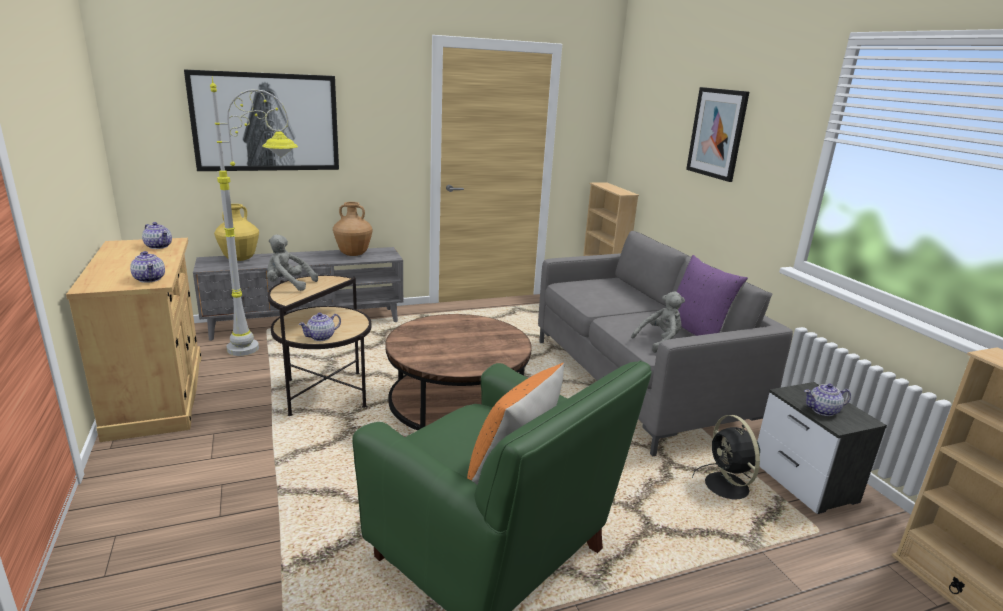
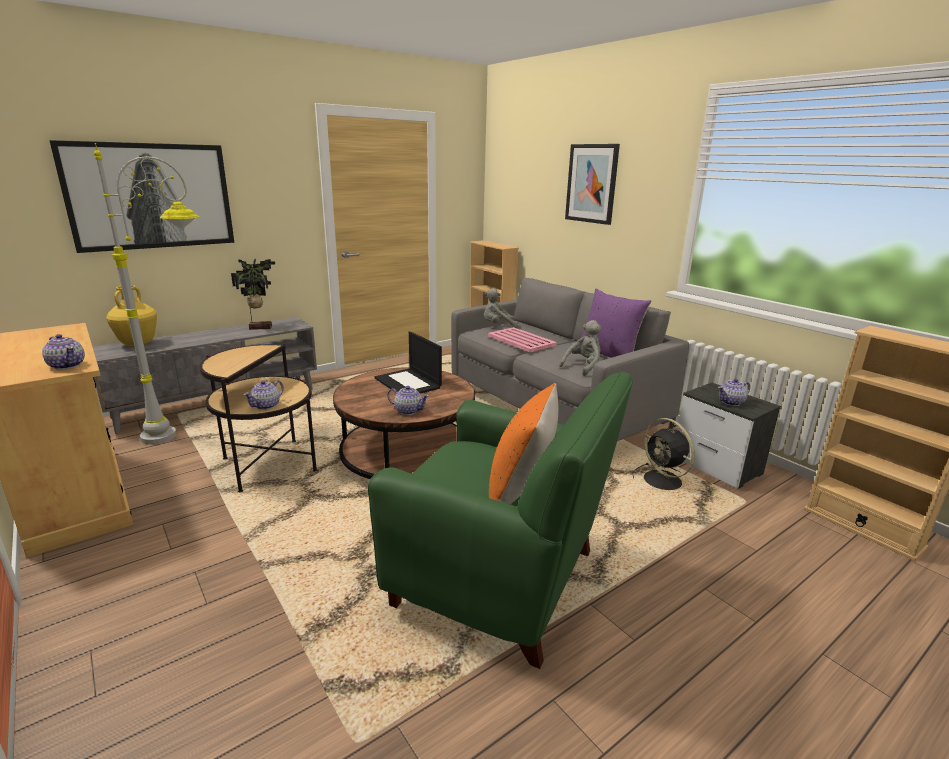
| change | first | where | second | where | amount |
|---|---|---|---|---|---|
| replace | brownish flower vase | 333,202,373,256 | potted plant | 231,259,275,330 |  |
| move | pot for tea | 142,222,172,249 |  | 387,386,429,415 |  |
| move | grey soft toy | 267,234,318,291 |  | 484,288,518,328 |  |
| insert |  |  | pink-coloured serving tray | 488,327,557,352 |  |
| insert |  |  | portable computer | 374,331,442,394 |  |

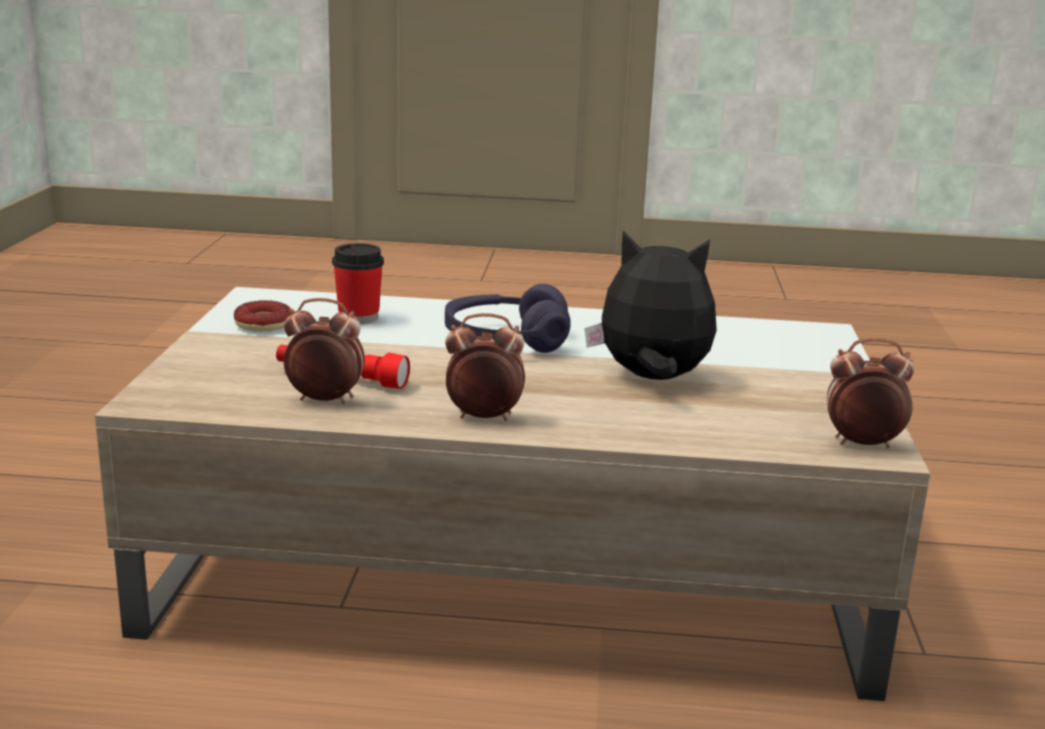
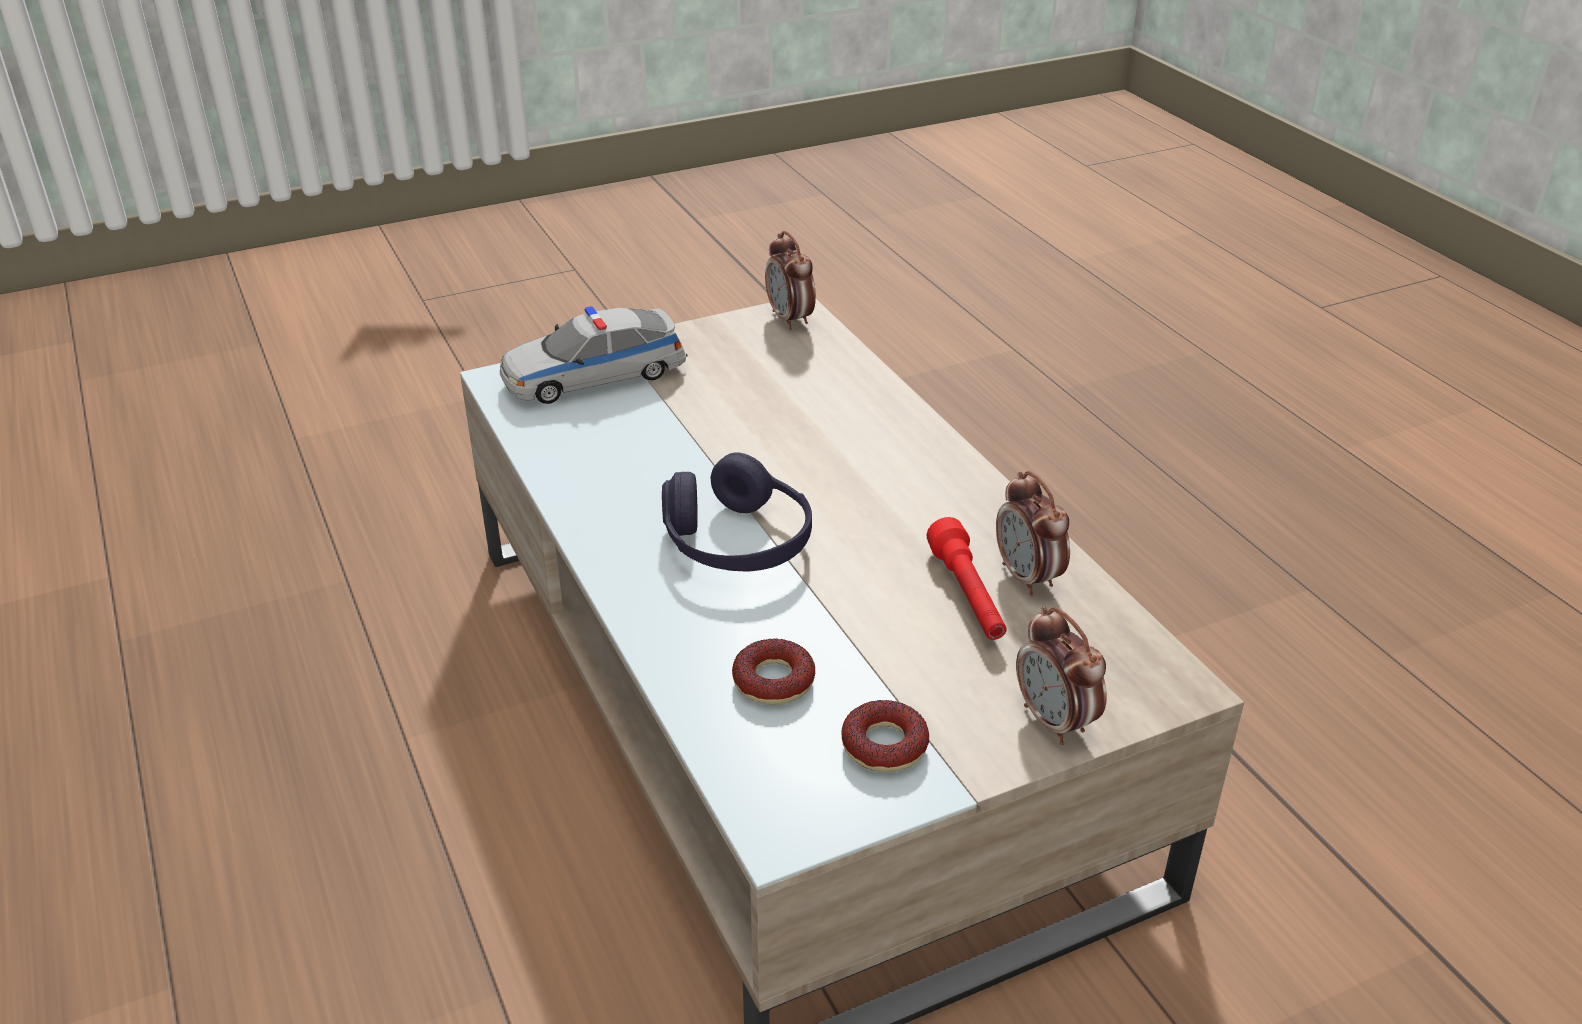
| change | first | where | second | where | amount |
|---|---|---|---|---|---|
| delete | soft toy | 584,230,717,380 |  |  |  |
| replace | small cup | 332,243,384,324 | ring doughnut | 732,639,815,705 |  |
| move | alarm clock | 445,313,525,421 |  | 1016,607,1107,745 |  |
| insert |  |  | miniature car | 500,307,688,404 |  |

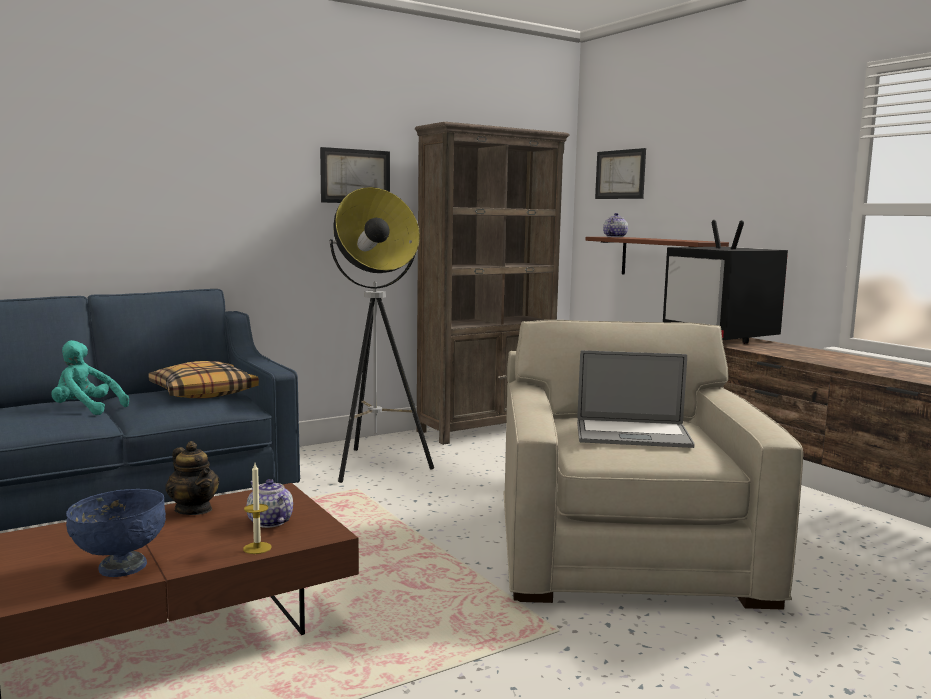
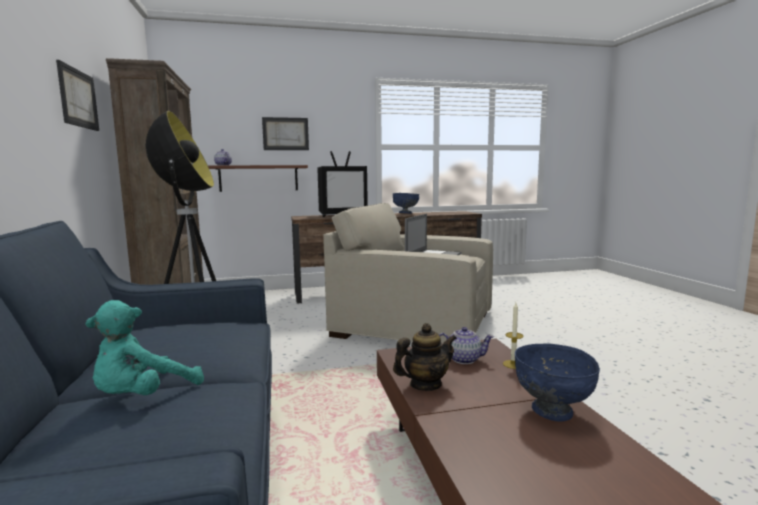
| change | first | where | second | where | amount |
|---|---|---|---|---|---|
| move | wall art | 595,148,646,199 |  | 262,117,309,150 |  |
| delete | cushion | 148,361,259,398 |  |  |  |
| rotate | pot for tea | 247,479,293,528 |  | 439,327,494,364 | 150 degrees counterclockwise |
| insert |  |  | blue serving bowl | 393,193,419,214 |  |

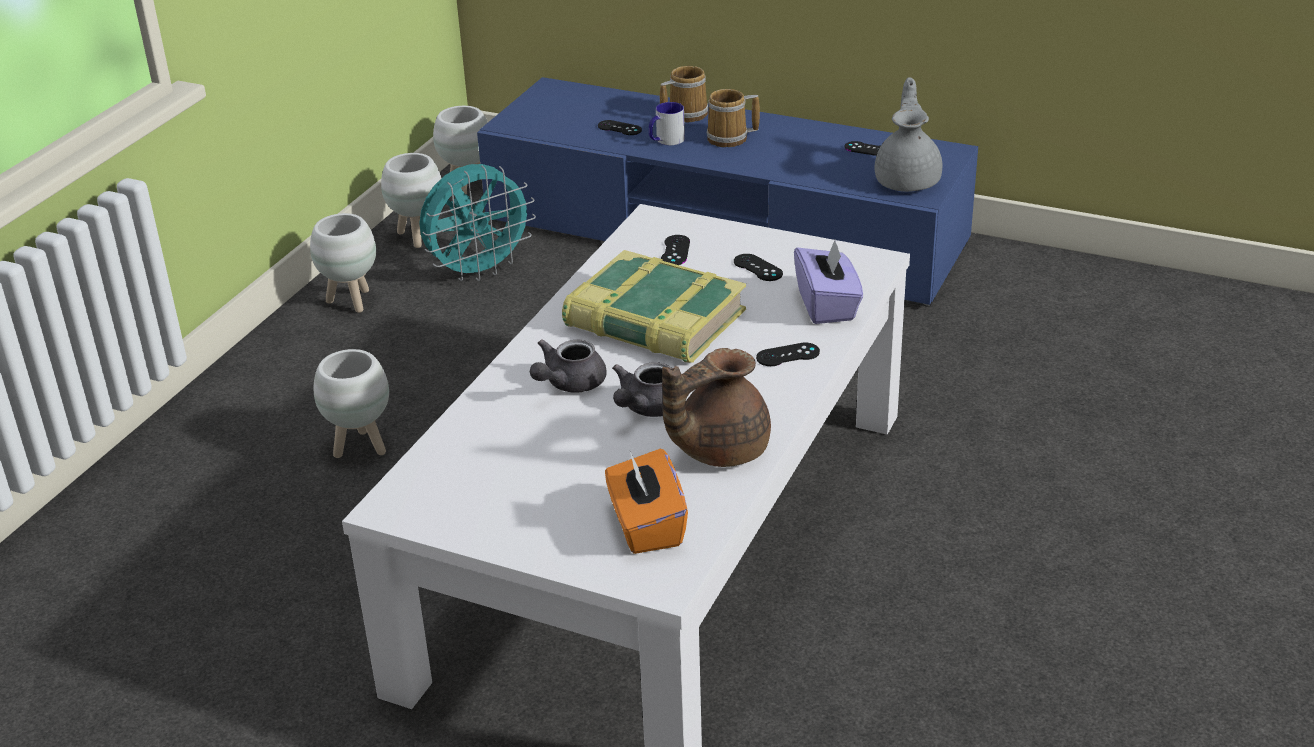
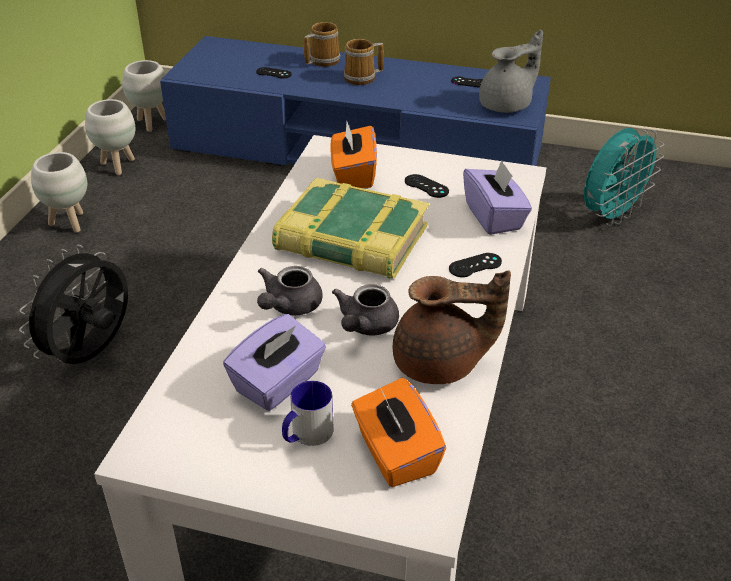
| change | first | where | second | where | amount |
|---|---|---|---|---|---|
| rotate | grey pot for tea | 875,77,942,192 |  | 479,29,543,113 | 60 degrees clockwise |
| move | tea mug | 649,102,685,145 |  | 282,381,334,446 |  |
| move | blue-green electric fan | 419,164,536,281 |  | 584,128,664,226 |  |
| replace | black gamepad | 661,235,690,265 | orange tissue holder | 330,121,377,188 |  |
| rotate | brownish pot for tea | 662,348,771,467 |  | 393,271,511,384 | 135 degrees counterclockwise |
| replace | white-coloured planter | 314,349,389,458 | black electric fan | 19,245,128,364 |  |
| insert |  |  | purple tissue holder | 223,314,326,411 |  |

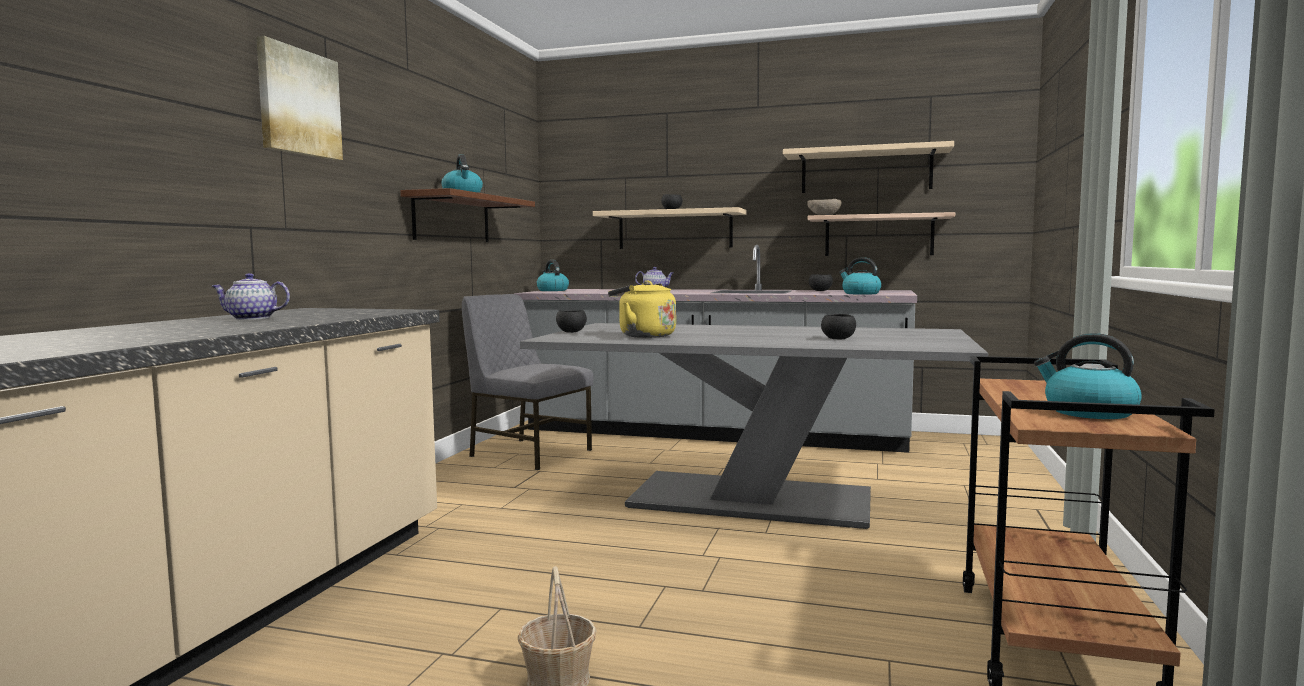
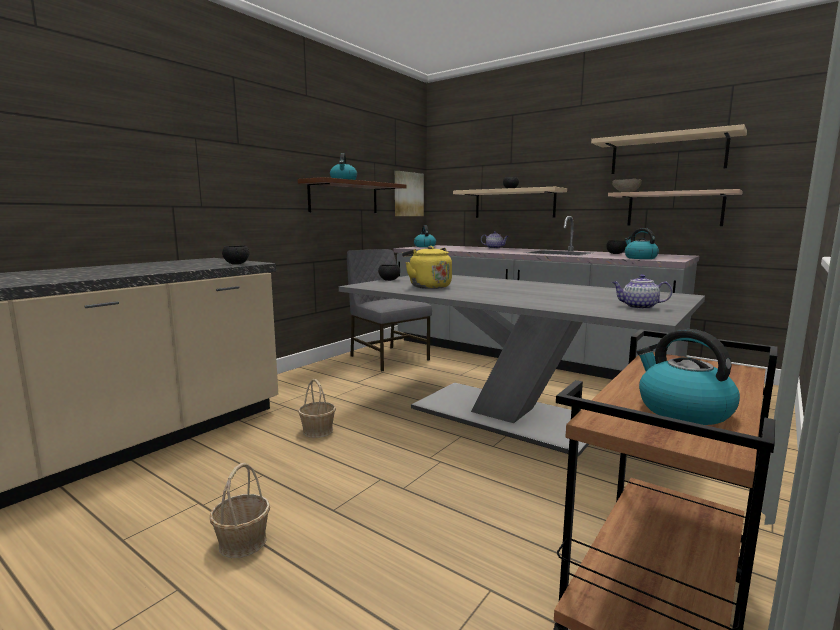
| change | first | where | second | where | amount |
|---|---|---|---|---|---|
| move | wall art | 256,36,343,160 |  | 395,171,424,216 |  |
| move | pot for tea | 212,273,290,320 |  | 612,274,672,309 |  |
| move | black serving bowl | 821,314,856,339 |  | 222,245,249,265 |  |
| insert |  |  | storage basket | 298,379,336,438 |  |

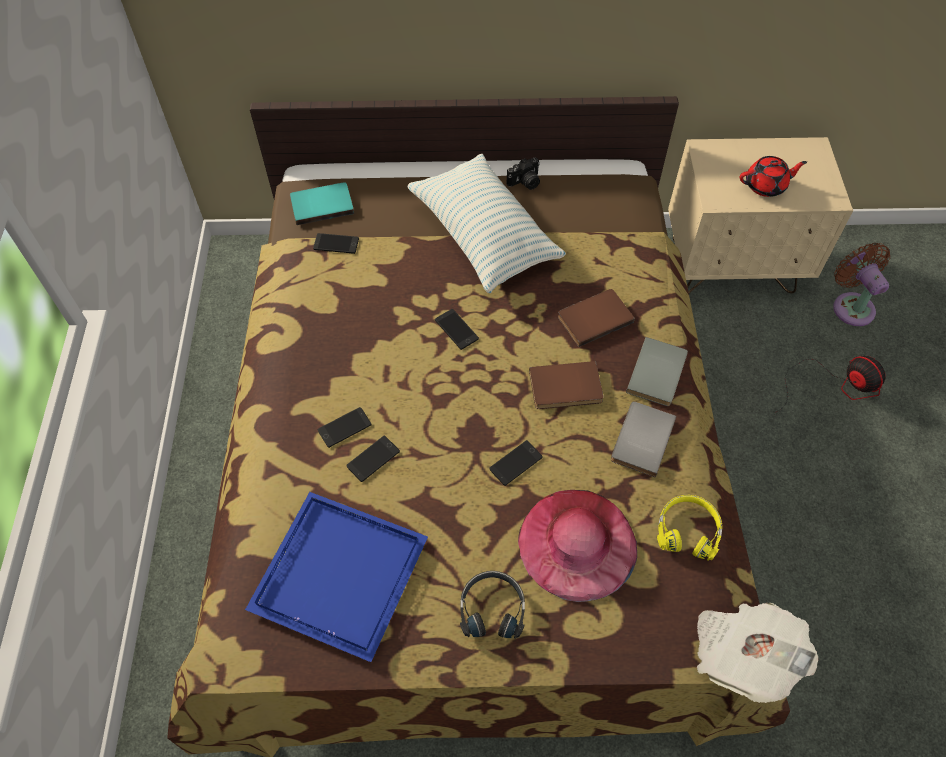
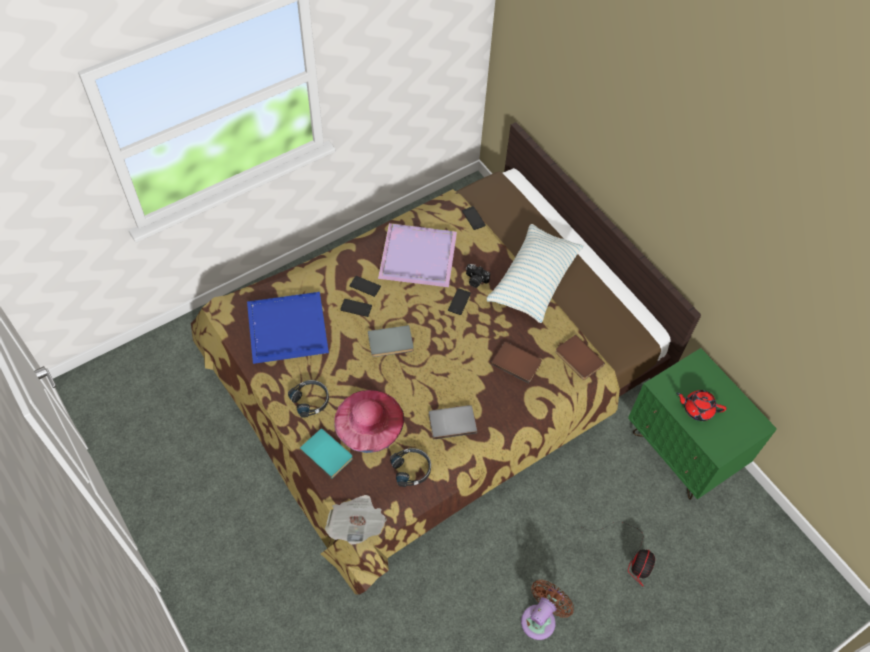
| change | first | where | second | where | amount |
|---|---|---|---|---|---|
| recolor | beige bedside table | 668,137,853,293 | green-coloured bedside table | 628,348,777,500 |  |
| rotate | reddish pot for tea | 740,156,807,197 |  | 676,390,726,421 | 150 degrees clockwise |
| move | photo camera | 507,158,540,190 |  | 466,264,490,288 |  |
| move | blue-green book | 290,182,354,225 |  | 300,429,353,479 |  |
| move | brownish electric fan | 833,243,890,326 |  | 521,580,574,640 |  |
| move | grey book | 626,337,688,406 |  | 368,325,414,357 |  |
| move | brownish book | 529,361,604,409 |  | 556,335,605,380 |  |
| delete | handset | 489,440,543,486 |  |  |  |
| recolor | yellow-coloured pair of headphones | 657,495,722,561 | black pair of headphones | 390,448,431,487 |  |
| insert |  |  | purple serving tray | 378,223,457,287 |  |

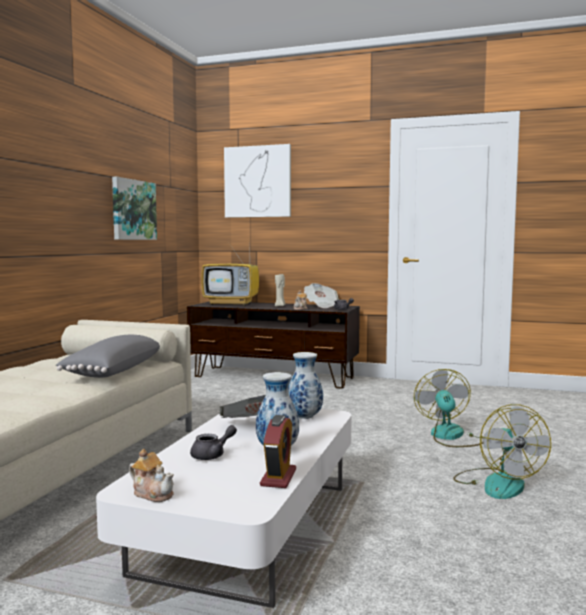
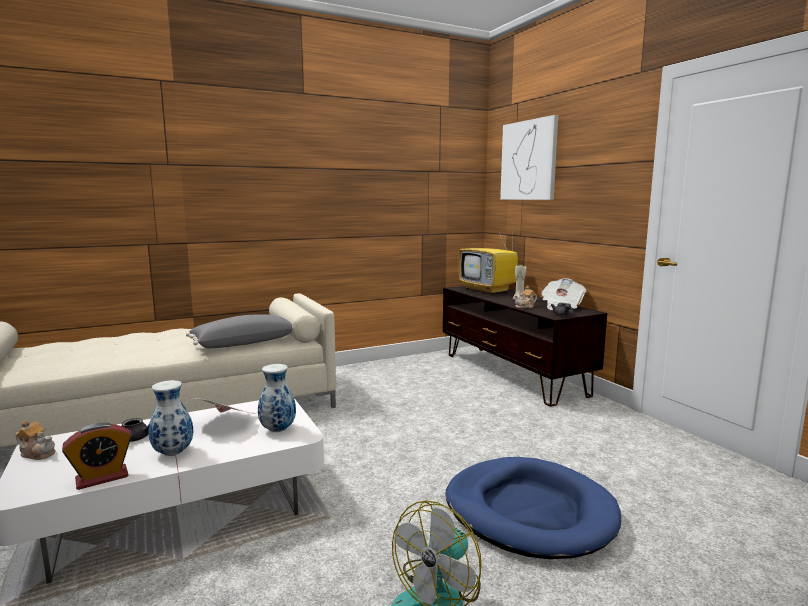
| change | first | where | second | where | amount |
|---|---|---|---|---|---|
| delete | wall art | 112,177,157,240 |  |  |  |
| replace | electric fan | 414,369,483,447 | blue dog cushion | 445,457,621,559 |  |
| rotate | pot for tea | 129,449,174,502 |  | 16,420,56,460 | 60 degrees counterclockwise |

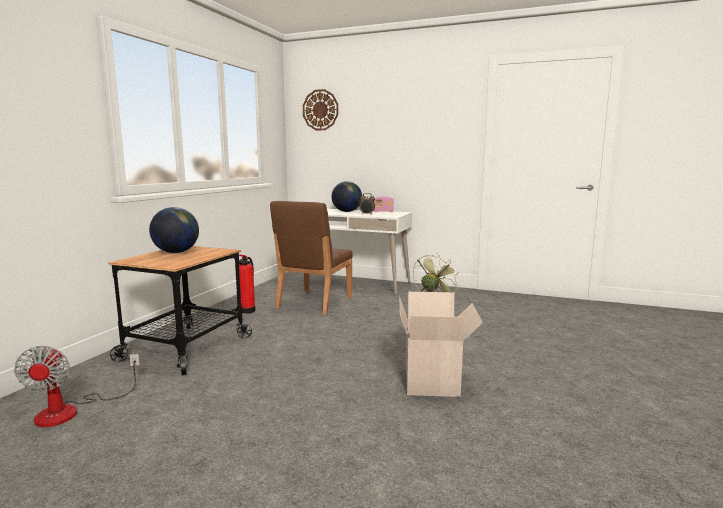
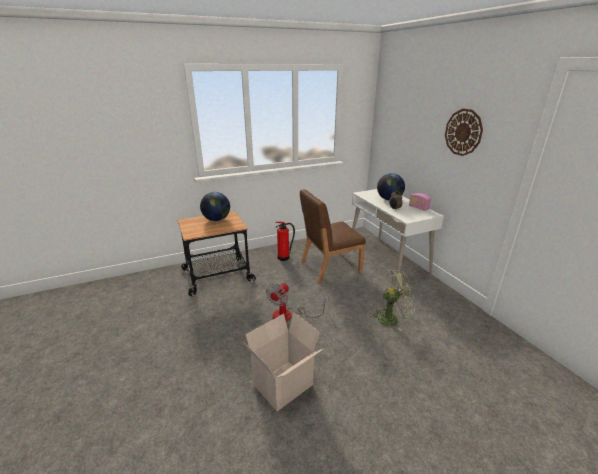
| change | first | where | second | where | amount |
|---|---|---|---|---|---|
| move | wall clock | 303,89,338,130 |  | 445,109,483,156 |  |
| move | electric fan | 14,346,140,427 |  | 266,283,328,322 |  |

